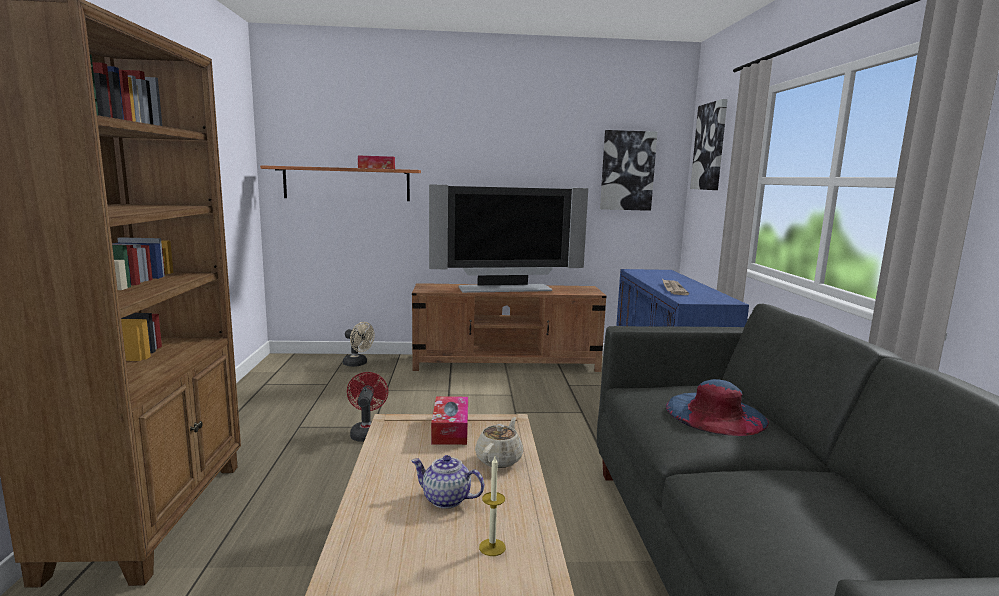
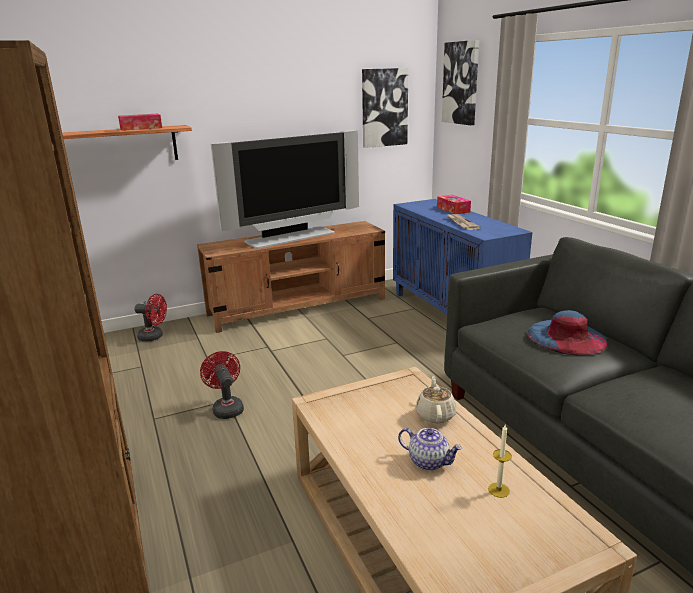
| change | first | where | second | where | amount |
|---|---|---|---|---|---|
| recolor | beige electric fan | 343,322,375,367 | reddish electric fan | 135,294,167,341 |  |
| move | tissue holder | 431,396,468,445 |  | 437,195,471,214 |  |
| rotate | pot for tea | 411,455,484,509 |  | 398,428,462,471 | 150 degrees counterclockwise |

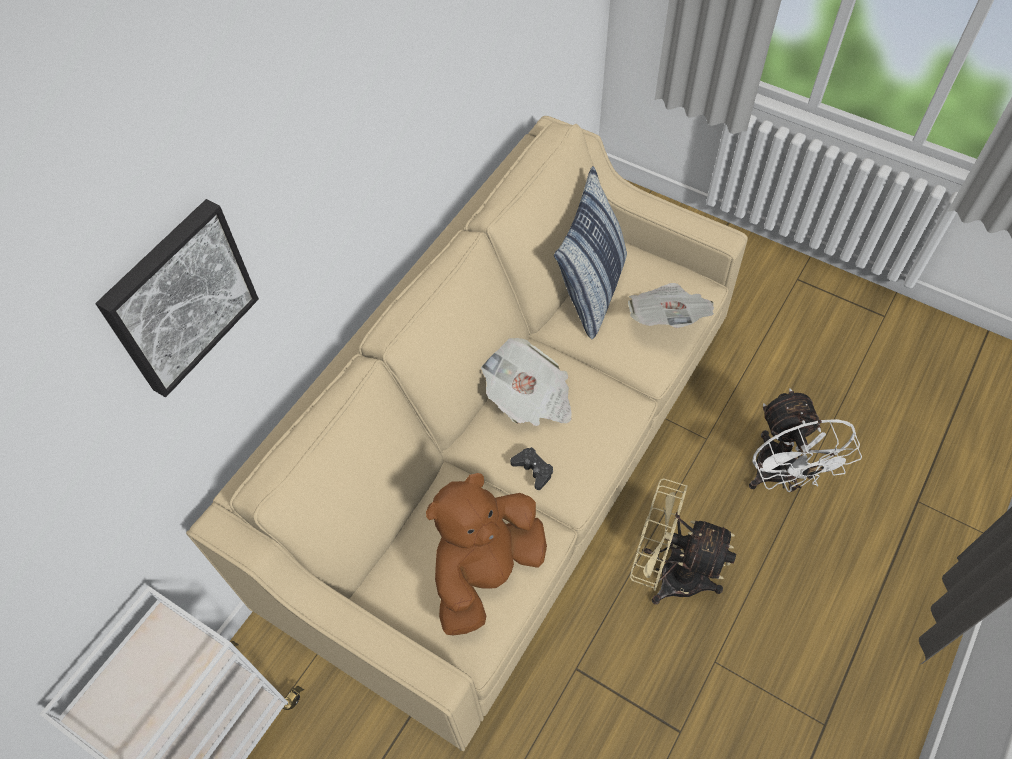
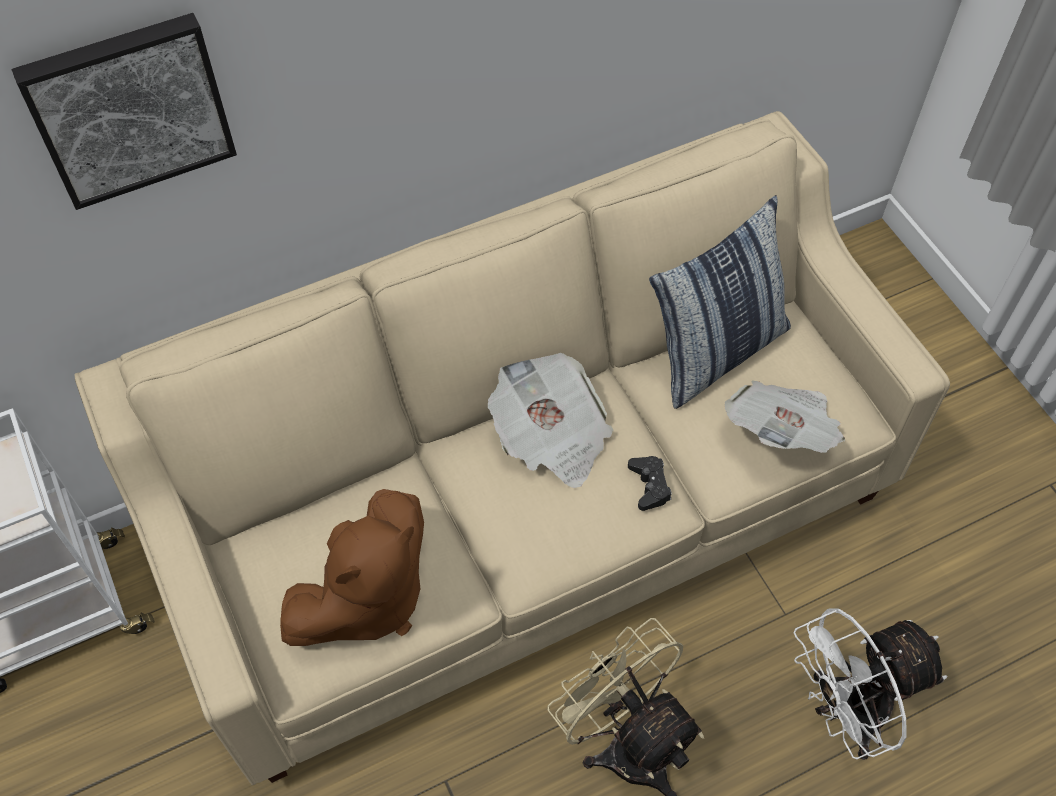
| change | first | where | second | where | amount |
|---|---|---|---|---|---|
| rotate | white-coloured electric fan | 749,388,862,492 |  | 794,609,947,760 | 45 degrees clockwise |
| move | black gamepad | 510,447,553,490 |  | 628,456,672,511 |  |
| rotate | brownish soft toy | 426,473,547,635 |  | 280,489,424,646 | 150 degrees clockwise |

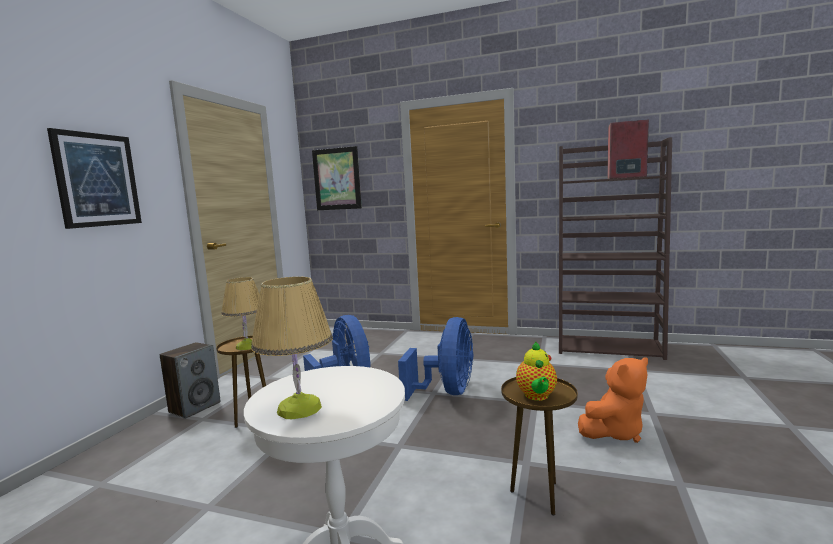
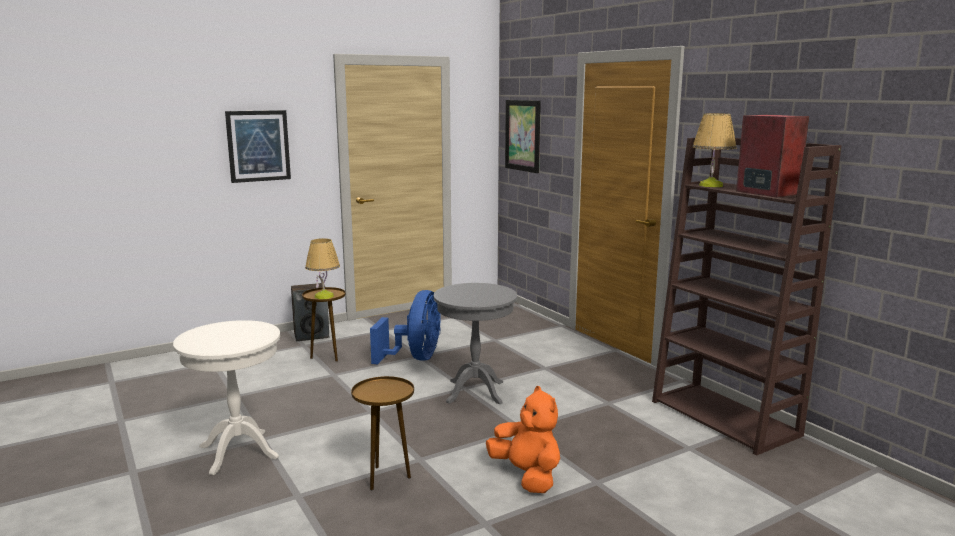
| change | first | where | second | where | amount |
|---|---|---|---|---|---|
| move | table lamp | 251,276,333,419 |  | 693,113,737,187 |  |
| replace | blue electric fan | 398,317,473,401 | grey accent table | 434,283,517,404 |  |
| delete | pot for tea | 516,342,557,401 |  |  |  |
| rotate | orange soft toy | 578,357,648,443 |  | 486,386,560,493 | 135 degrees counterclockwise |

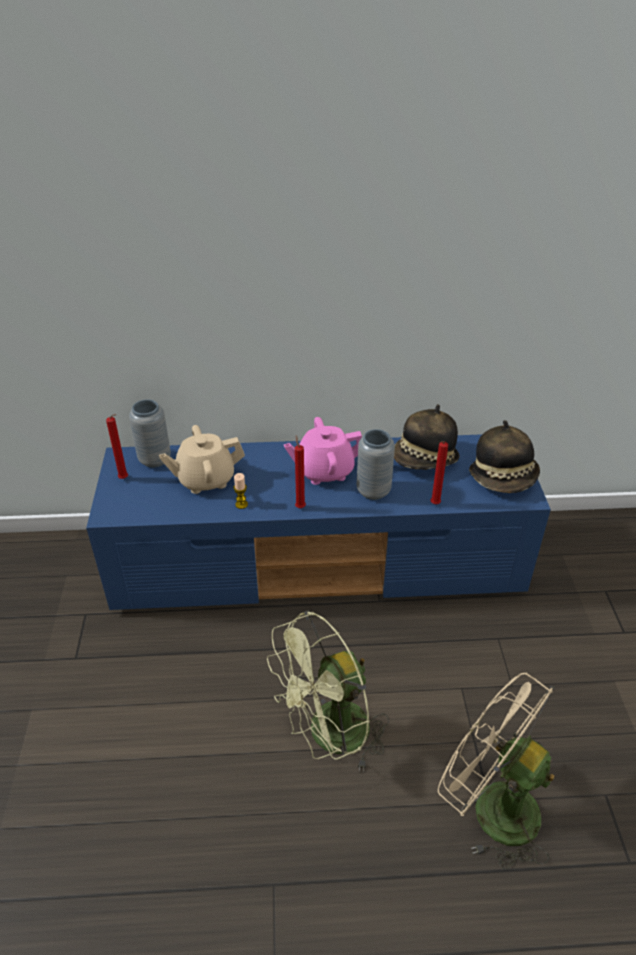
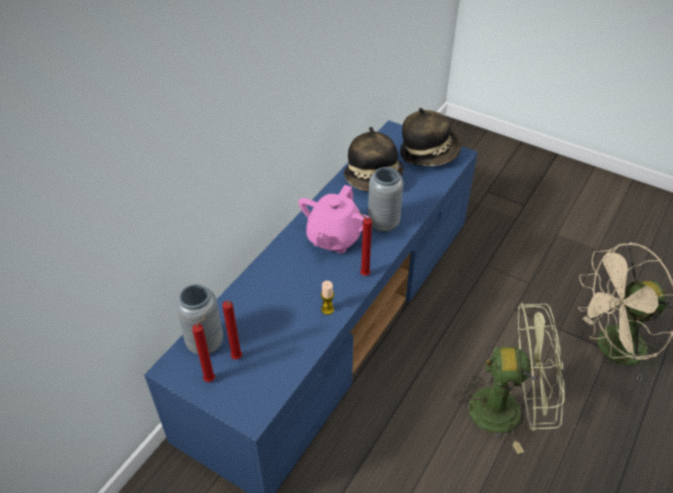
| change | first | where | second | where | amount |
|---|---|---|---|---|---|
| delete | beige pot for tea | 159,425,245,494 |  |  |  |
| move | reddish candle | 430,441,448,504 |  | 222,301,242,359 |  |
| rotate | green-coloured electric fan | 267,611,389,772 |  | 453,302,564,454 | 90 degrees counterclockwise |

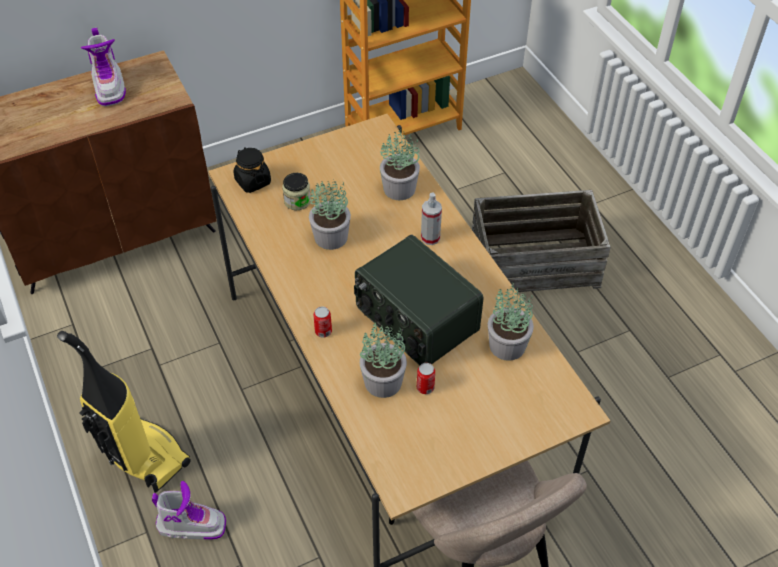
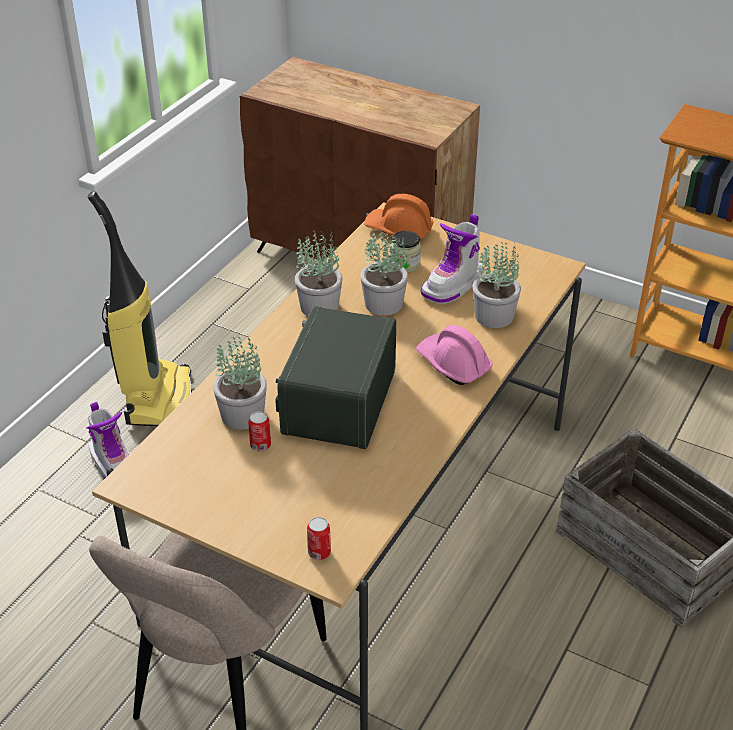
| change | first | where | second | where | amount |
|---|---|---|---|---|---|
| move | high-top boot | 81,28,126,106 |  | 421,214,484,304 |  |
| replace | black storage jar | 233,147,271,193 | orange safety helmet | 364,194,433,239 |  |
| replace | sprayer | 421,193,442,245 | pink-coloured safety helmet | 416,325,493,385 |  |
| move | potted plant | 488,282,534,361 |  | 295,231,343,316 |  |
| move | sealed can | 313,306,332,338 |  | 307,517,331,560 |  |

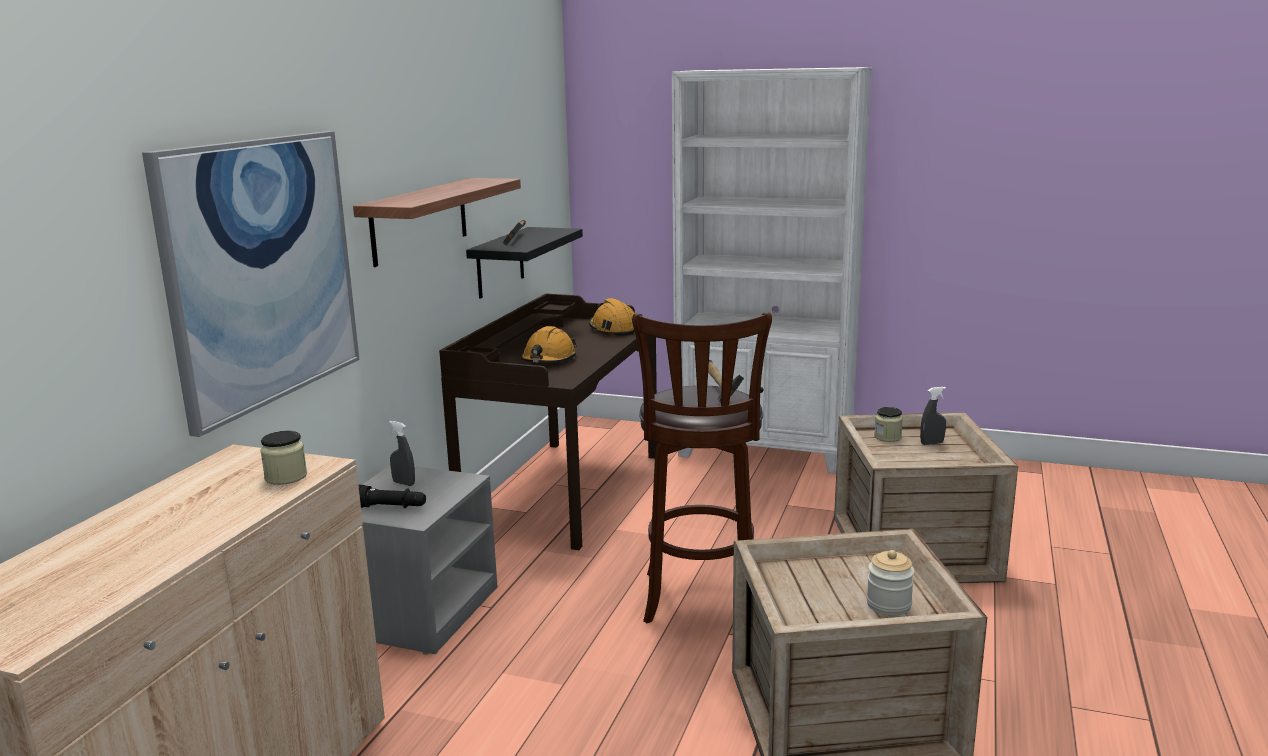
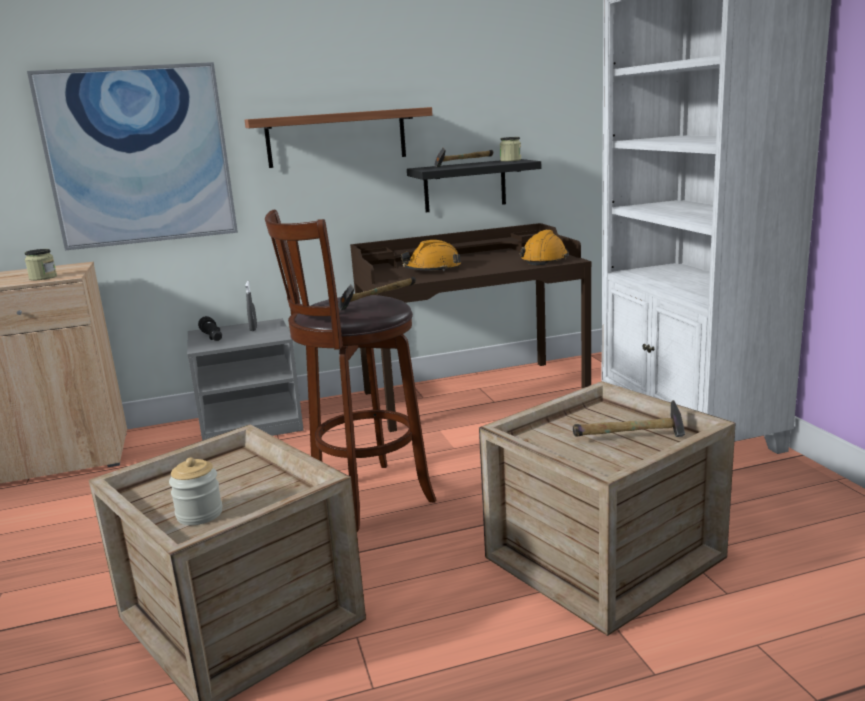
| change | first | where | second | where | amount |
|---|---|---|---|---|---|
| replace | grey sprayer | 920,387,946,445 | hand hammer | 573,400,685,437 |  |
| move | storage jar | 874,407,903,442 |  | 500,137,521,161 |  |

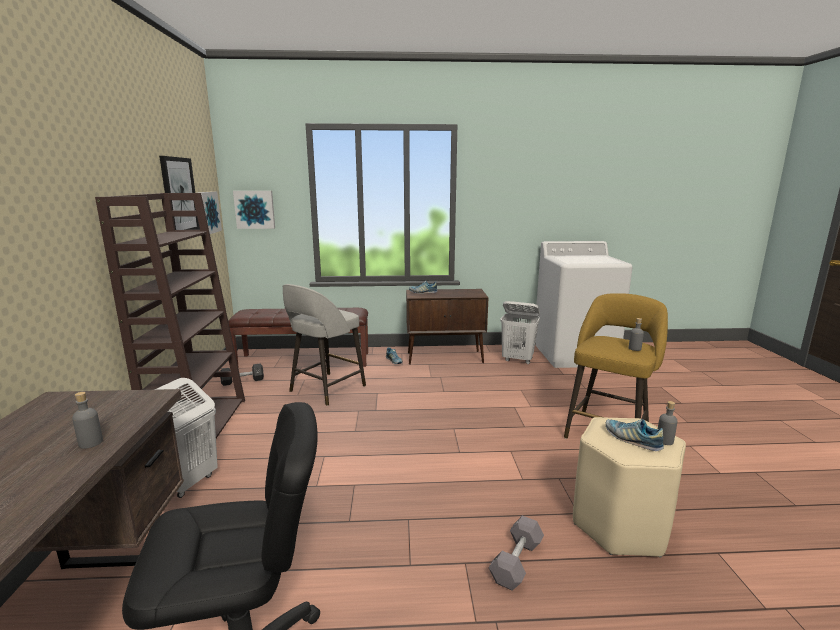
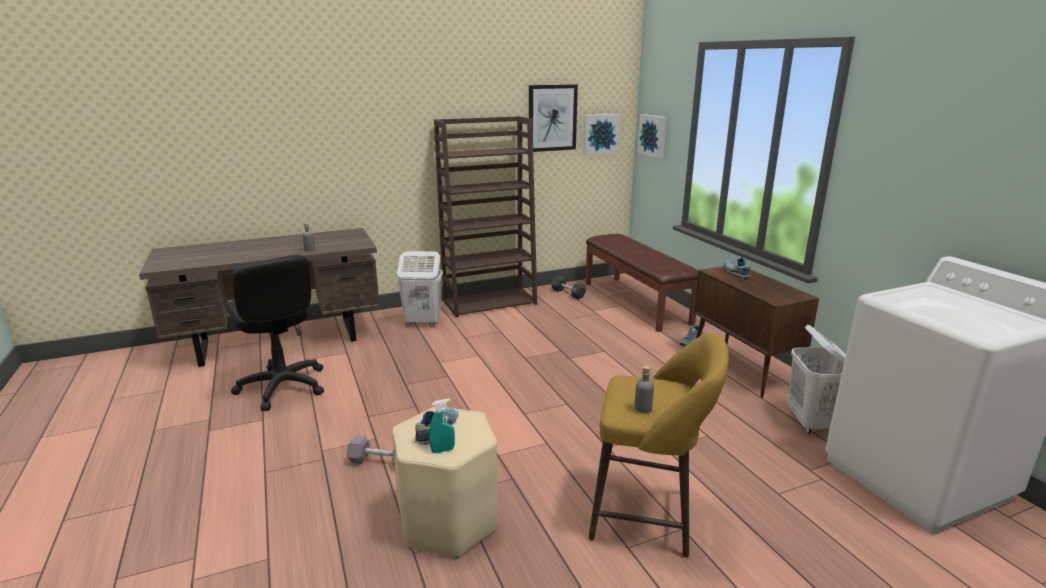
| change | first | where | second | where | amount |
|---|---|---|---|---|---|
| delete | grey stool | 283,284,366,406 |  |  |  |
| replace | grey bottle | 658,401,678,445 | blue-green sprayer | 429,399,455,453 |  |

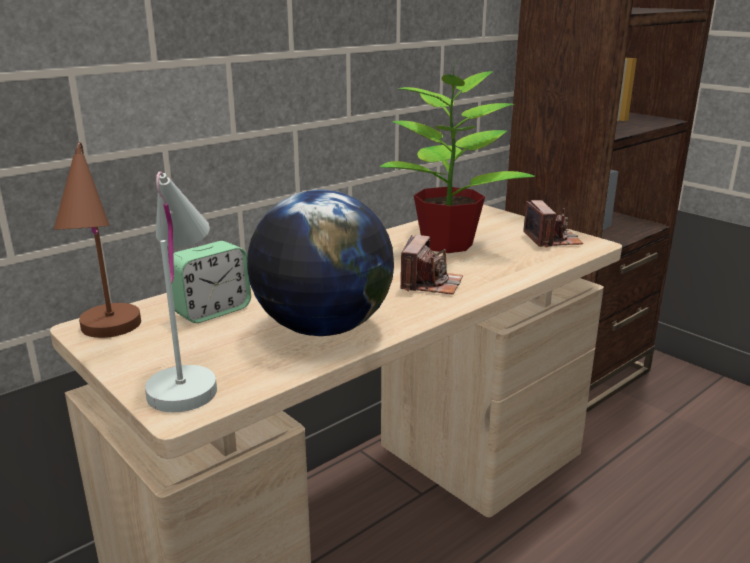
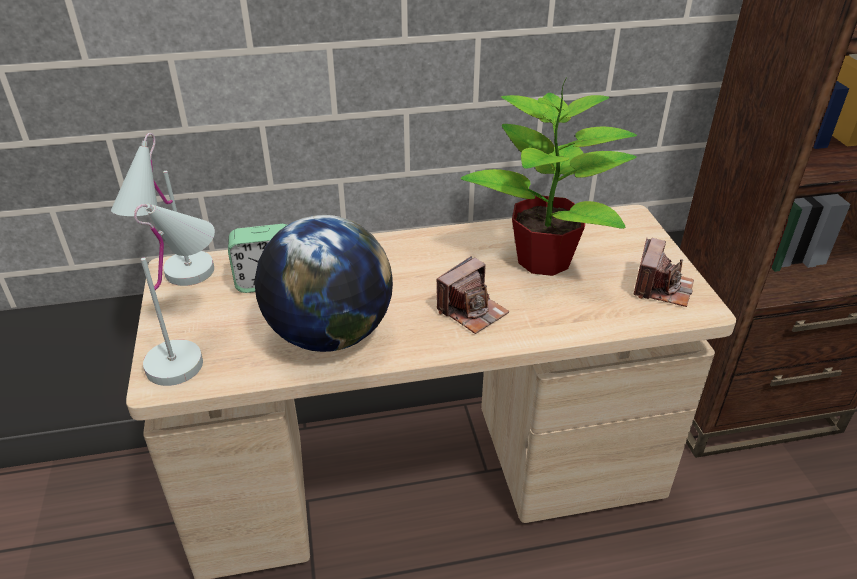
| change | first | where | second | where | amount |
|---|---|---|---|---|---|
| recolor | brownish table lamp | 54,142,141,338 | white-coloured table lamp | 111,133,214,286 |  |

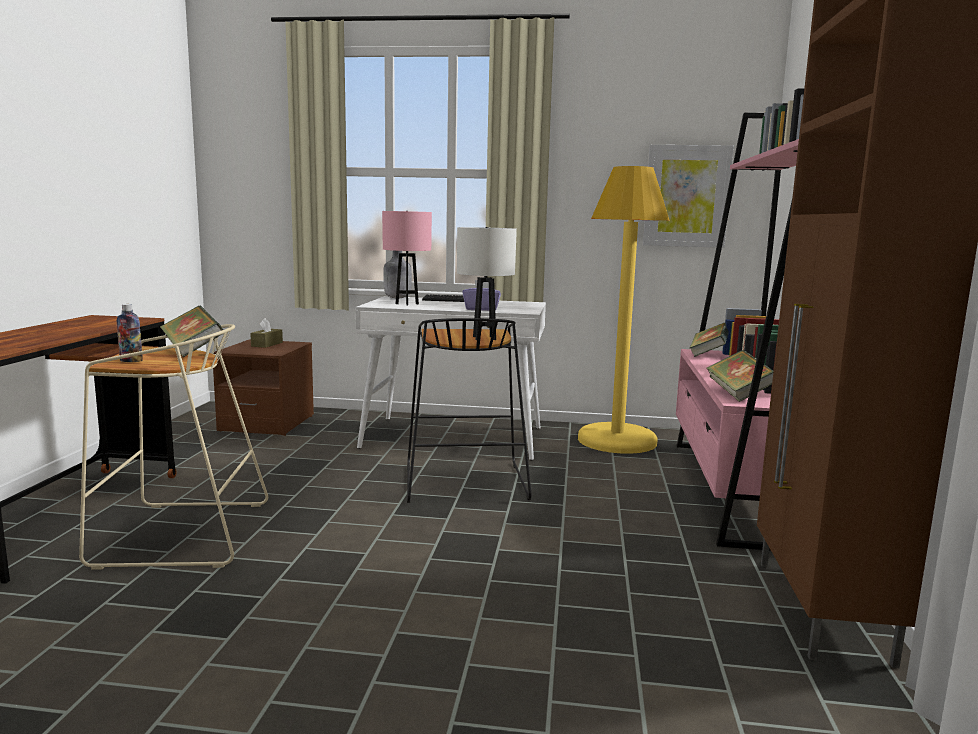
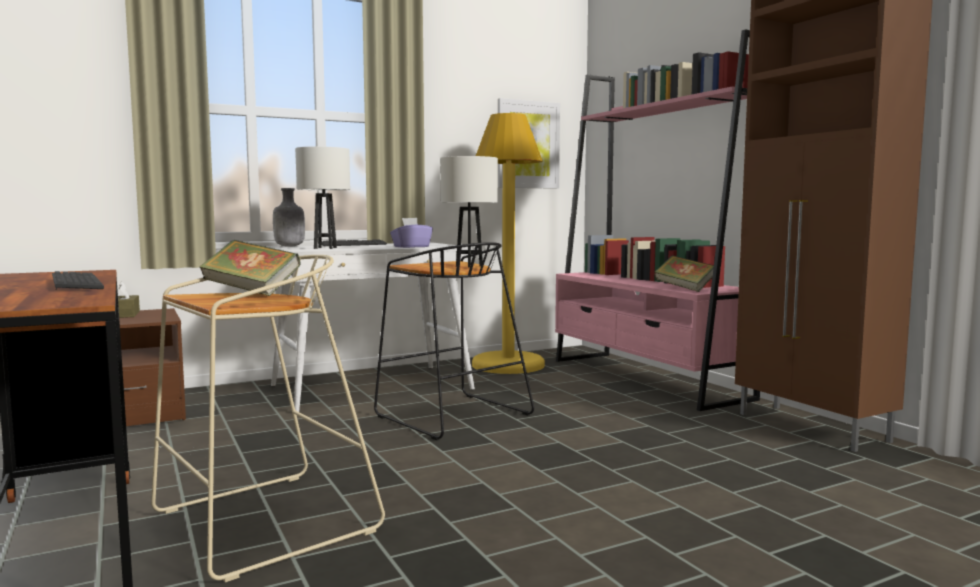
| change | first | where | second | where | amount |
|---|---|---|---|---|---|
| recolor | pink-coloured table lamp | 382,211,432,306 | white-coloured table lamp | 295,146,350,249 |  |
| delete | bottle | 117,304,143,362 |  |  |  |
| delete | book | 690,323,729,357 |  |  |  |
| insert |  |  | computer keyboard | 52,271,104,290 |  |

